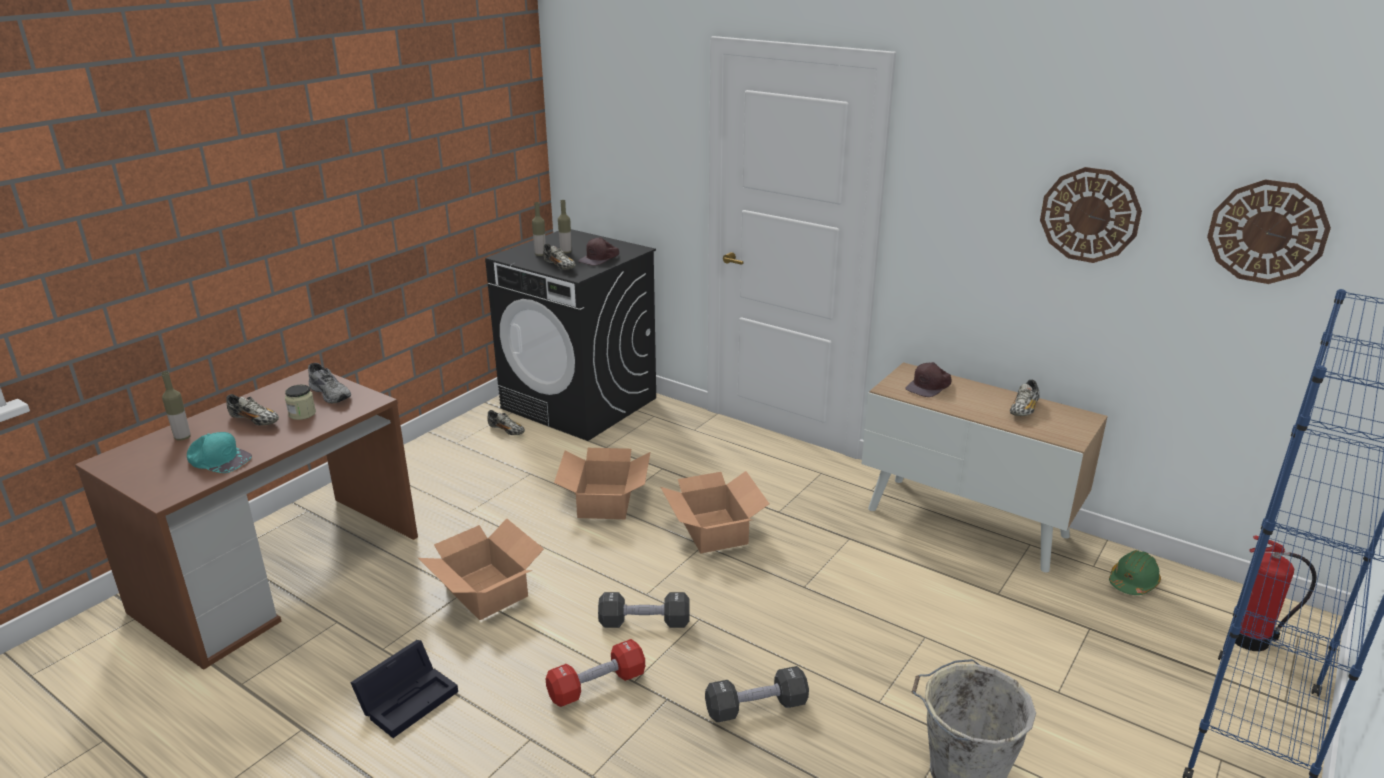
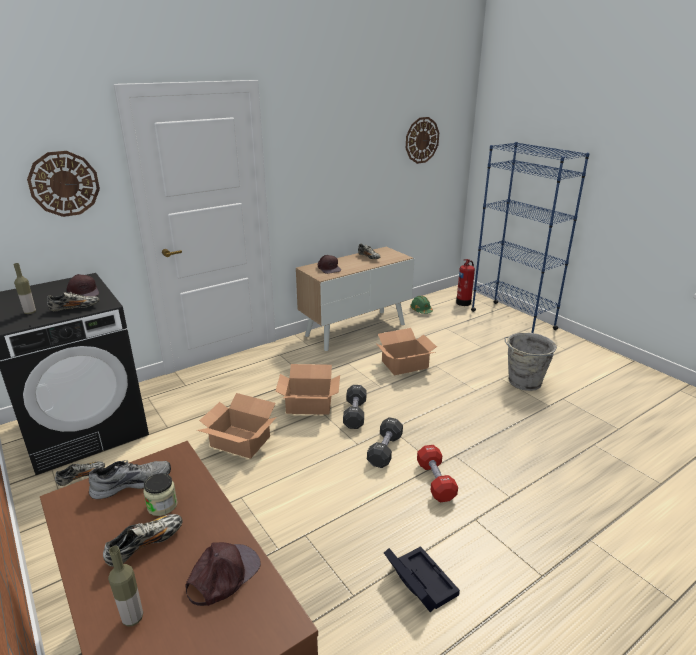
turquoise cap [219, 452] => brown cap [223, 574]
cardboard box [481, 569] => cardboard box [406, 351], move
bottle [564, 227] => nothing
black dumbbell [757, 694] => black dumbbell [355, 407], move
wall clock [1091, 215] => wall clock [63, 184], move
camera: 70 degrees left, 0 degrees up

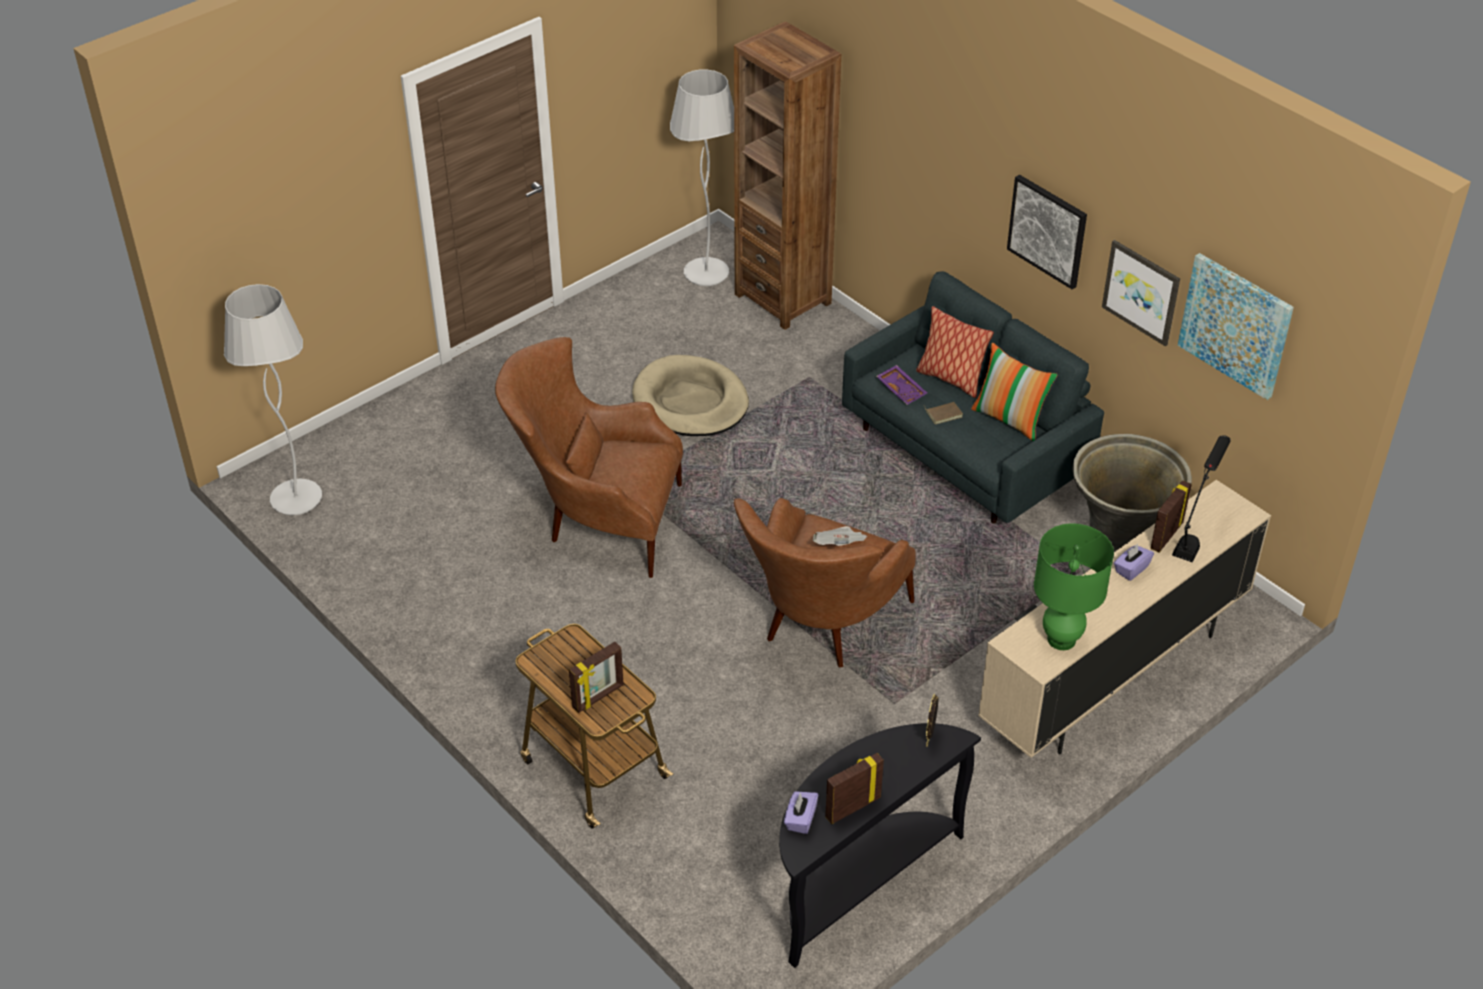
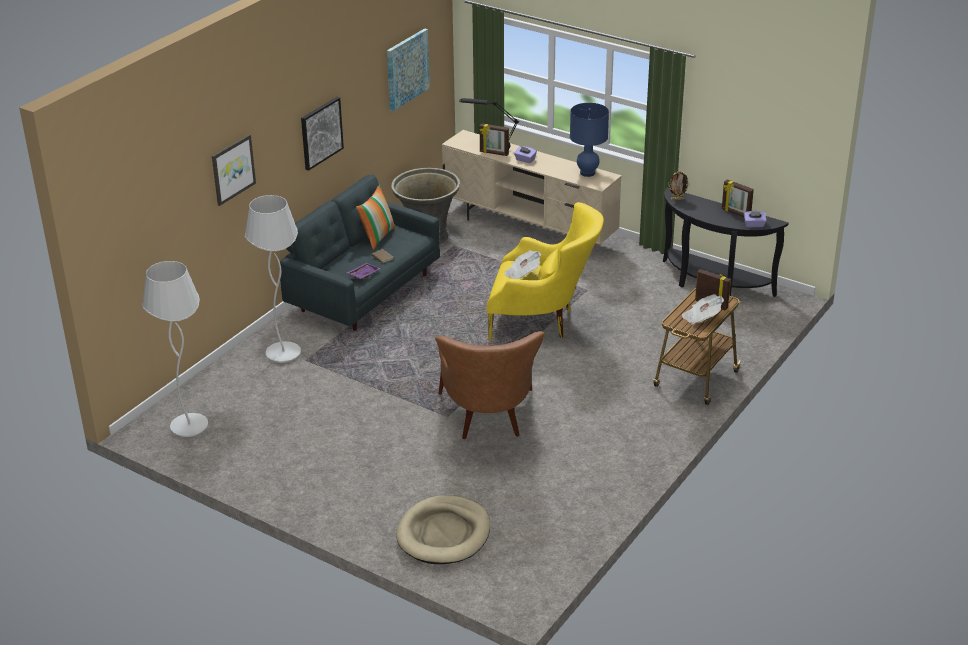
white floor lamp [273, 399] => white floor lamp [273, 279], move
beige dog bed [690, 395] => beige dog bed [443, 529], move
brown bookcase [787, 175] => nothing
brown armchair [825, 583] => yellow armchair [545, 271]
pillow [955, 352] => nothing
green table lamp [1074, 586] => blue table lamp [589, 140]
picture [1141, 293] => picture [234, 170], move
nothing => newspaper [703, 309]
camera: 105 degrees left, 10 degrees down

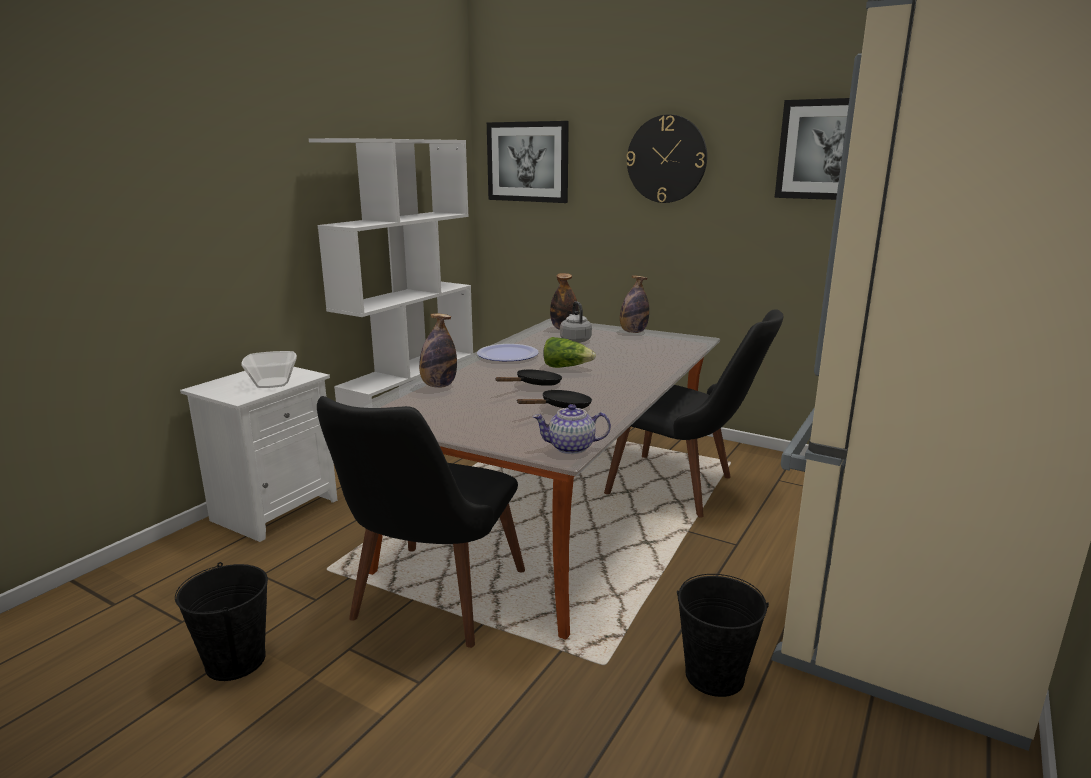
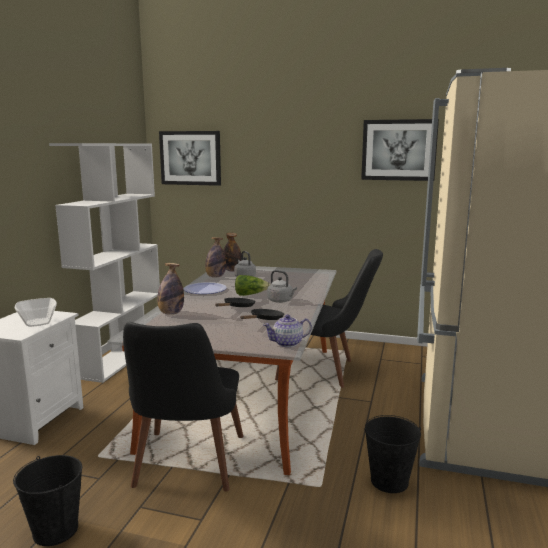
bottle [634, 304] => bottle [215, 257], move
wall clock [667, 159] => nothing
nothing => grey kettle [282, 286]
camera: 15 degrees left, 5 degrees down

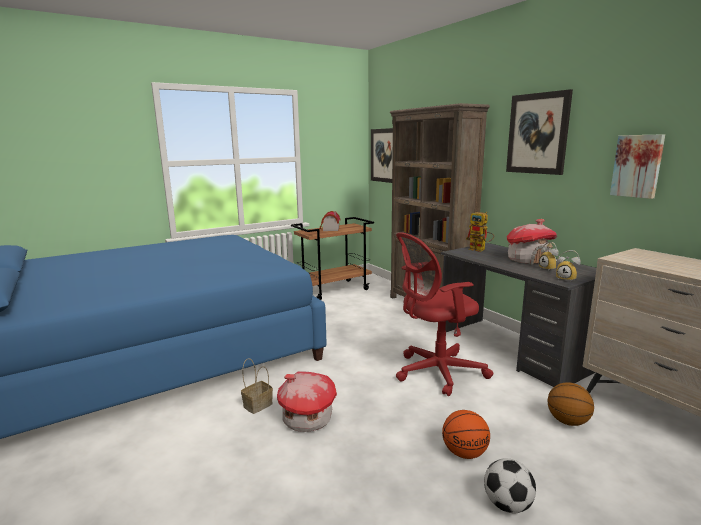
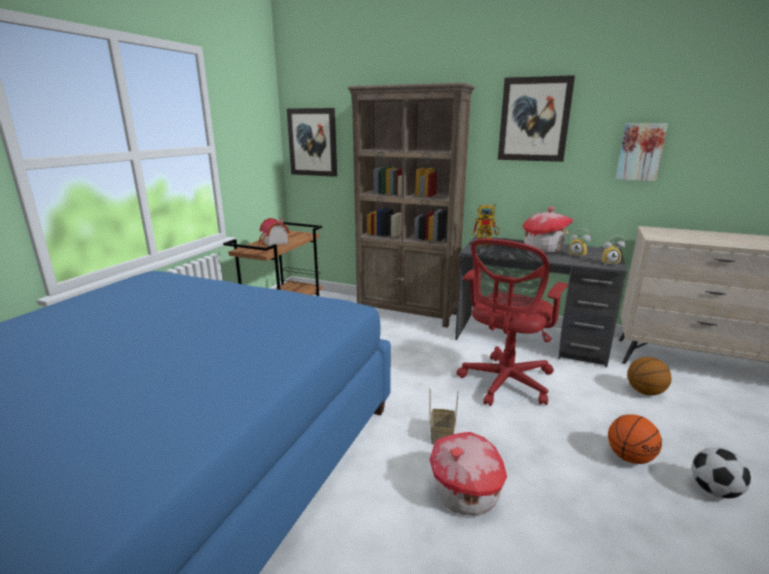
basket [257, 386] => basket [444, 416], move
camera: 35 degrees left, 5 degrees up

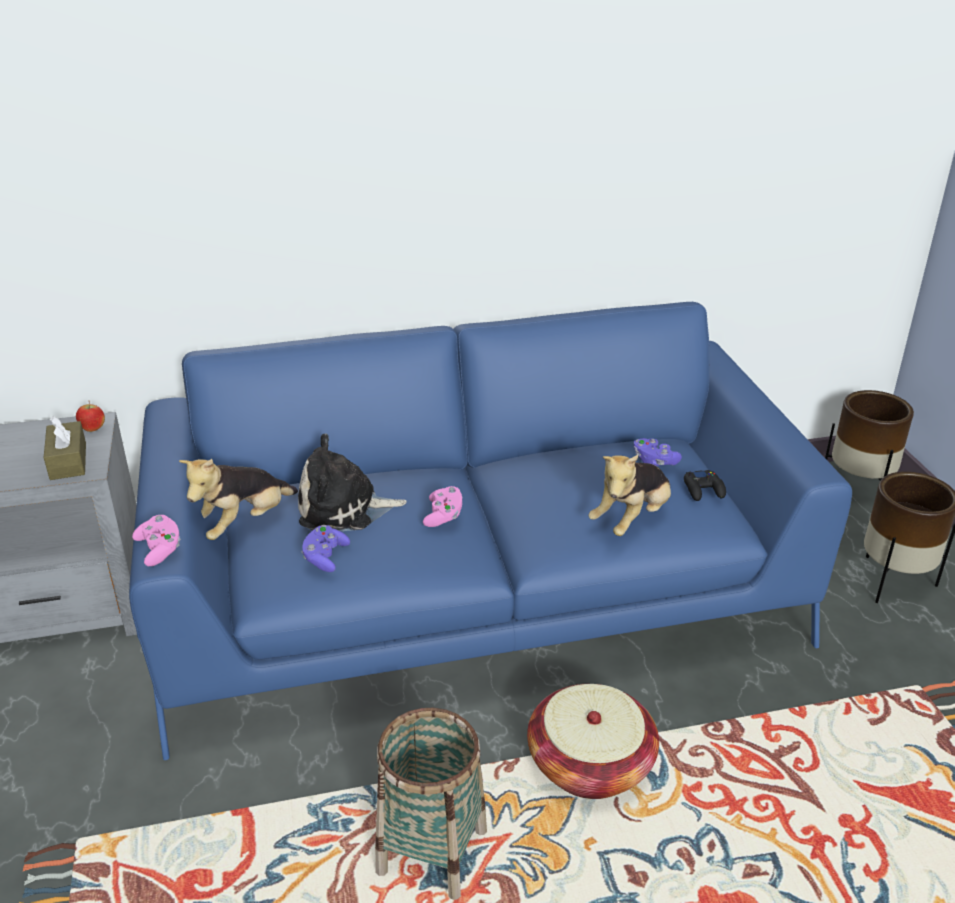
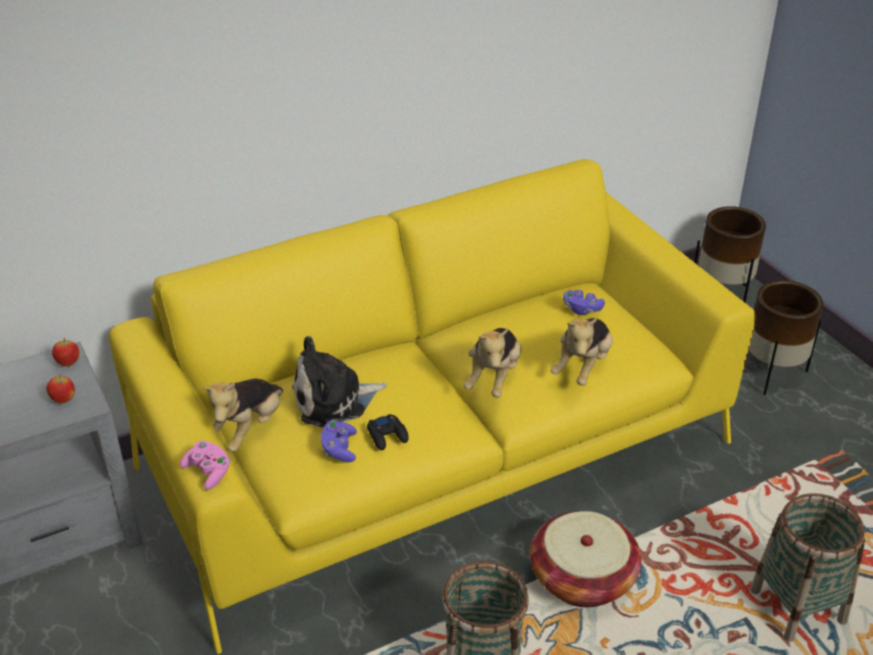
brown tissue box [65, 447] => apple [60, 390]
blue sofa [490, 531] => yellow sofa [432, 406]
pink game controller [442, 506] => nothing
black game controller [705, 485] => black game controller [388, 432], move
nothing => plush toy [492, 363]
nothing => basket [807, 567]
camera: 15 degrees left, 5 degrees up

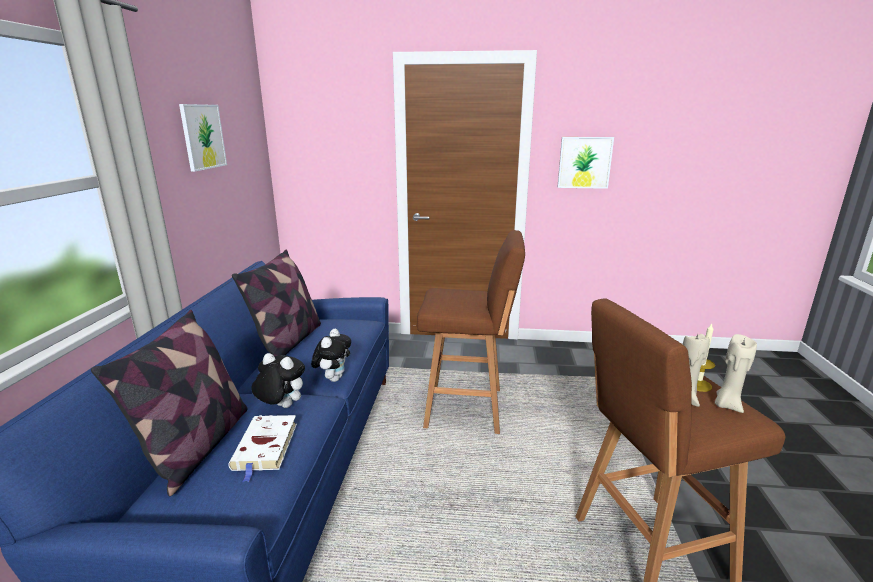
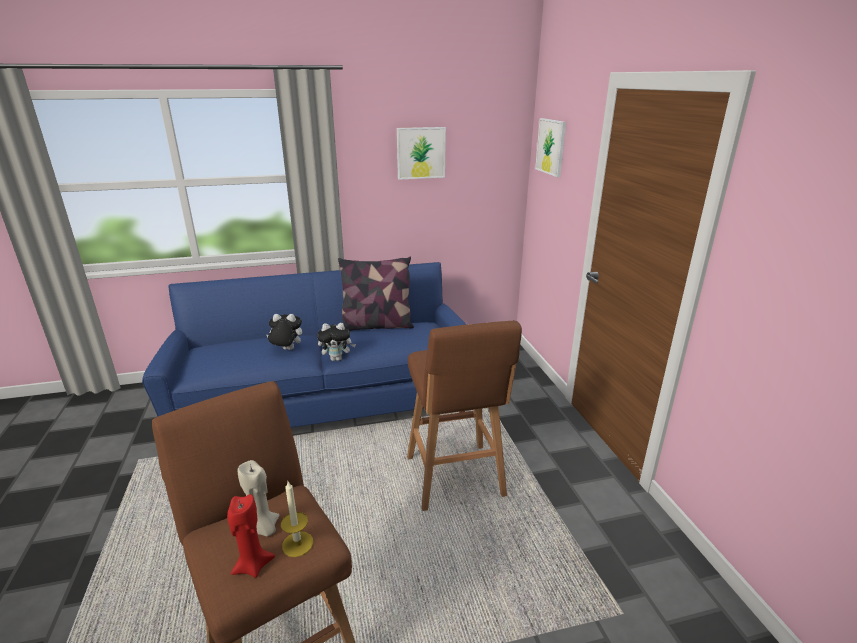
pillow [169, 403] => nothing
white book [262, 448] => nothing
plush toy [278, 380] => plush toy [284, 332], 90 degrees counterclockwise
picture [586, 163] => picture [550, 147], move
beige candle [736, 373] => red candle [251, 536]
camera: 70 degrees right, 5 degrees up

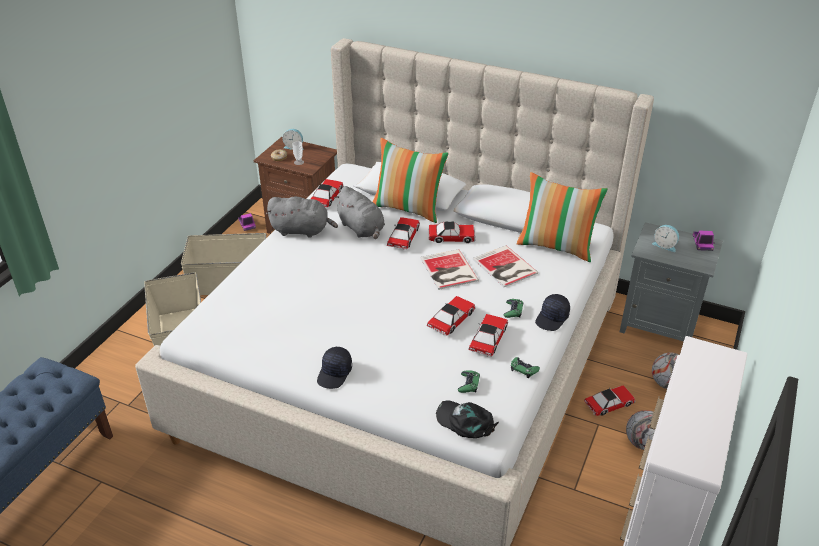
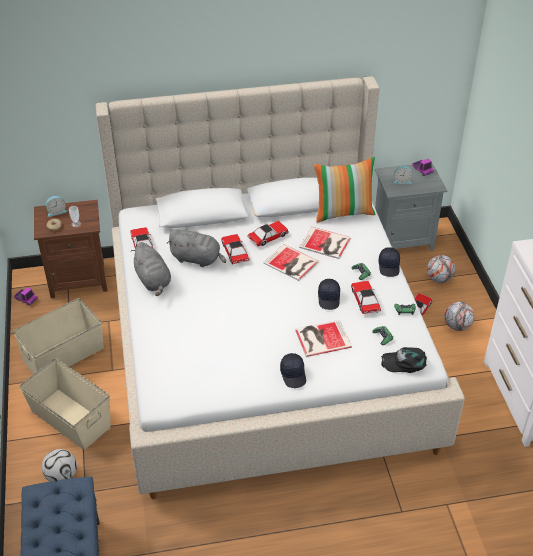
grey plush toy [302, 217] => grey plush toy [151, 269], 90 degrees clockwise
pillow [411, 180] => nothing
toy car [451, 316] => black cap [329, 294]
nothing => football [59, 465]
nothing => book [323, 338]
camera: 35 degrees left, 5 degrees up

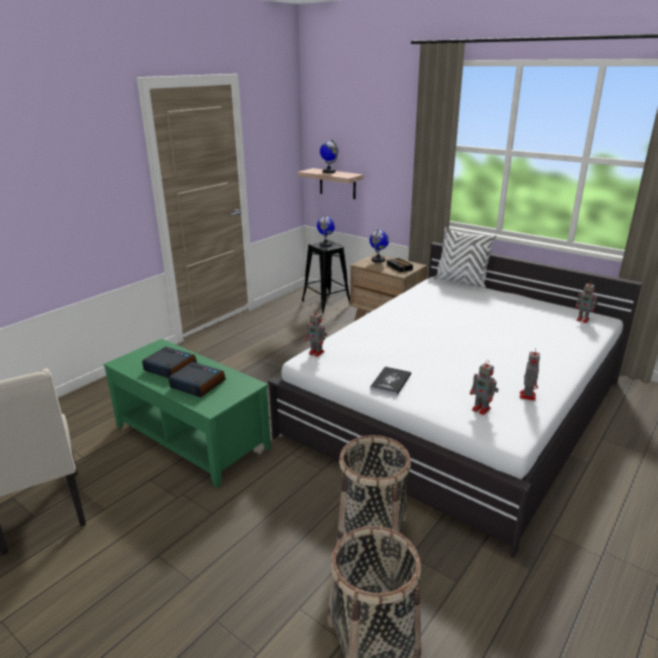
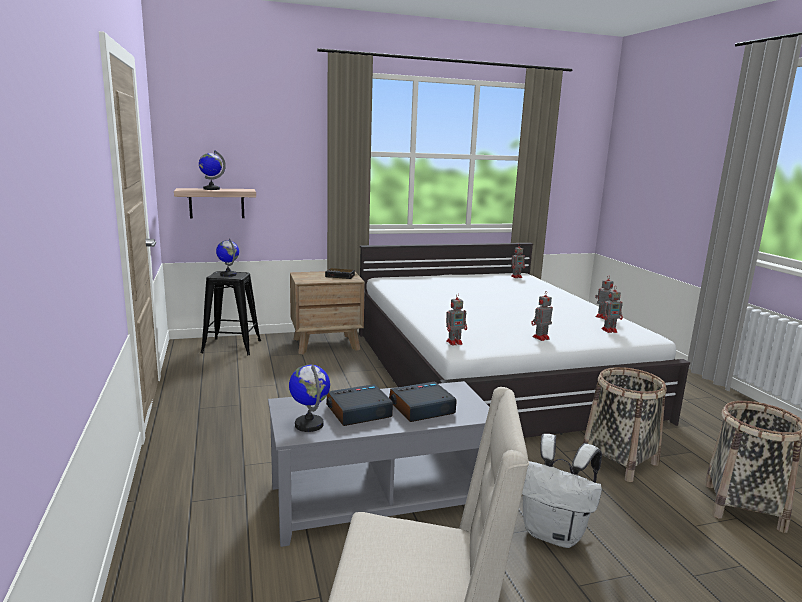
green coffee table [187, 413] => grey coffee table [378, 464]
globe [379, 246] => globe [309, 398], move
book [390, 381] => toy robot [542, 316]
white pillow [465, 257] => nothing
nothing => white backpack [562, 491]
camera: 55 degrees left, 10 degrees down

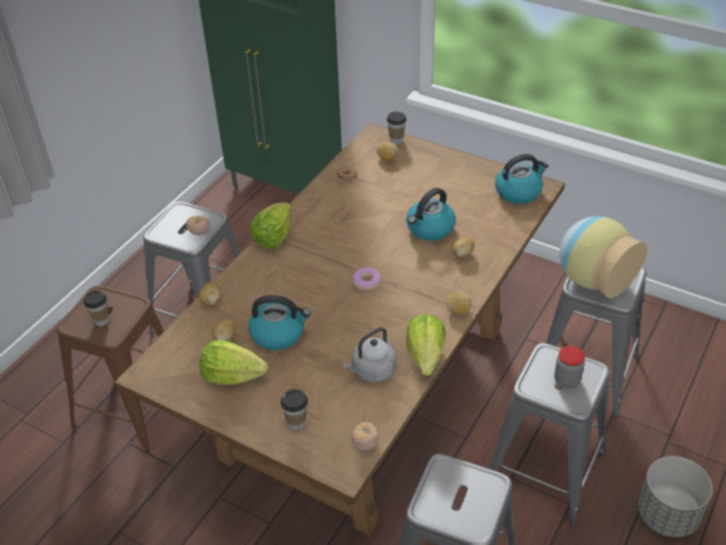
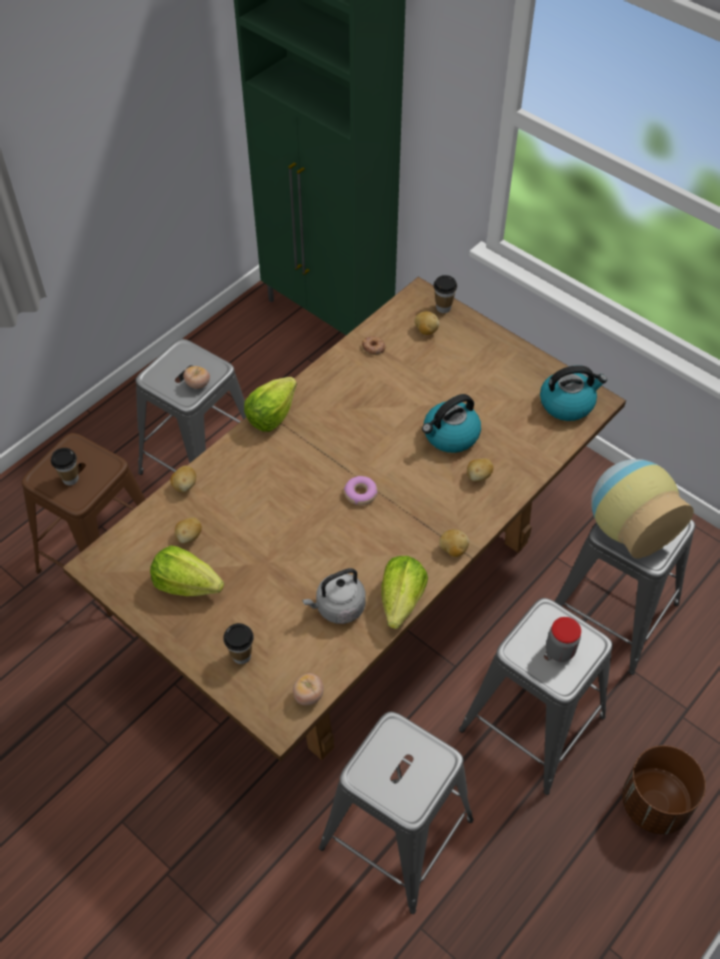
kettle [280, 322] => nothing
grey planter [675, 497] => brown planter [664, 789]
camera: 10 degrees right, 10 degrees up

